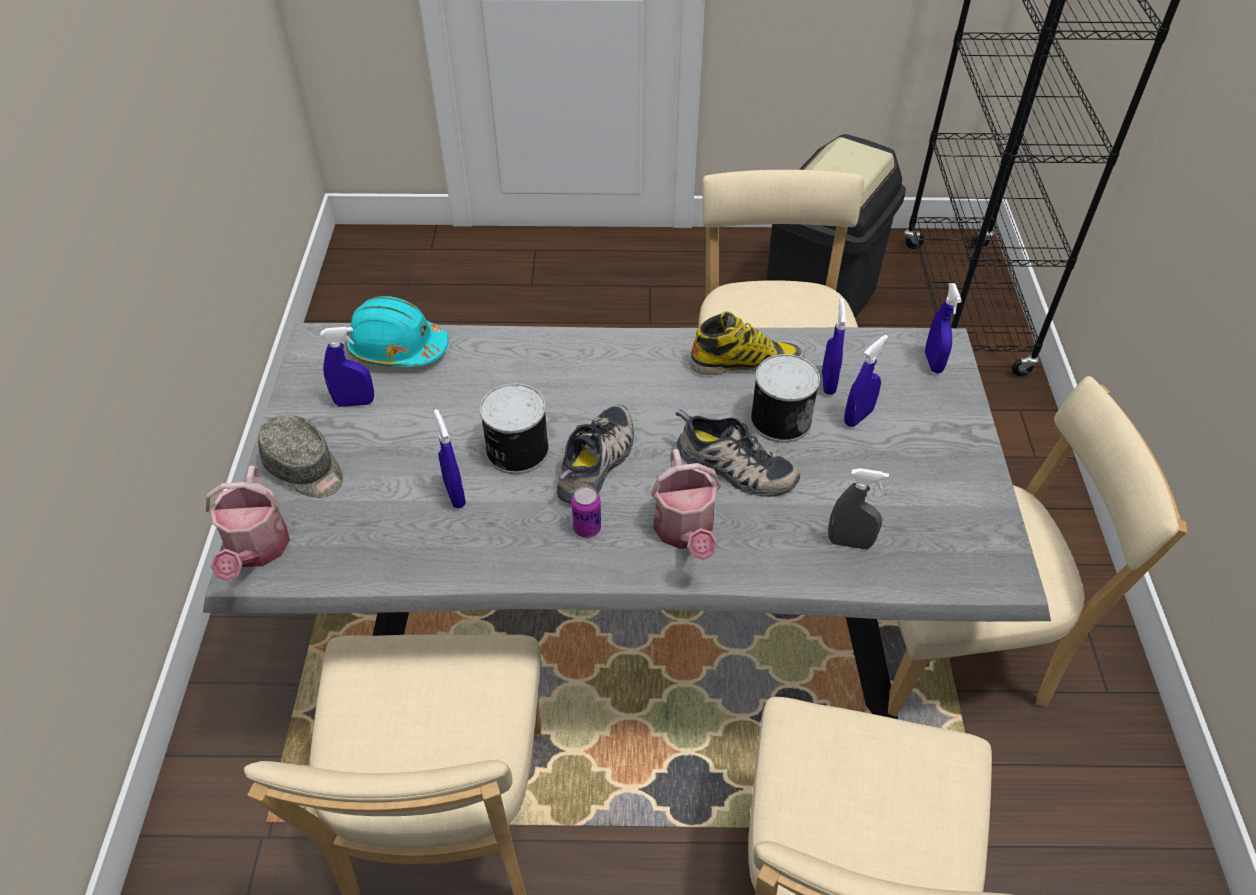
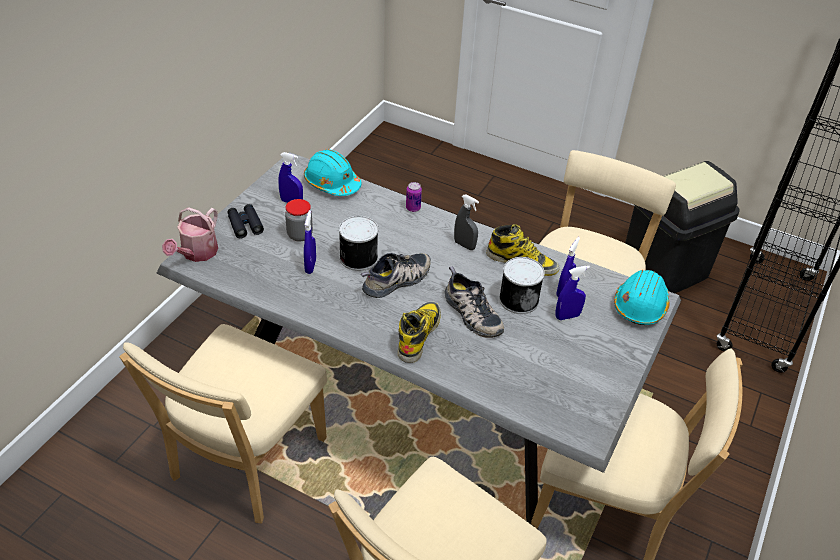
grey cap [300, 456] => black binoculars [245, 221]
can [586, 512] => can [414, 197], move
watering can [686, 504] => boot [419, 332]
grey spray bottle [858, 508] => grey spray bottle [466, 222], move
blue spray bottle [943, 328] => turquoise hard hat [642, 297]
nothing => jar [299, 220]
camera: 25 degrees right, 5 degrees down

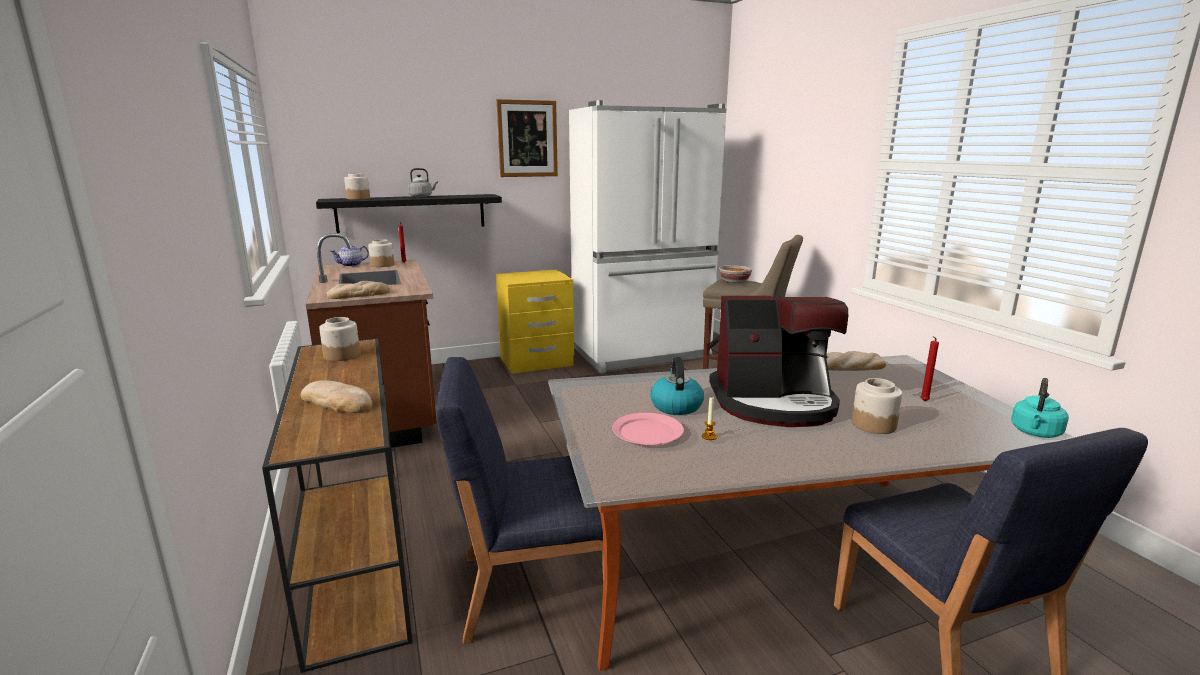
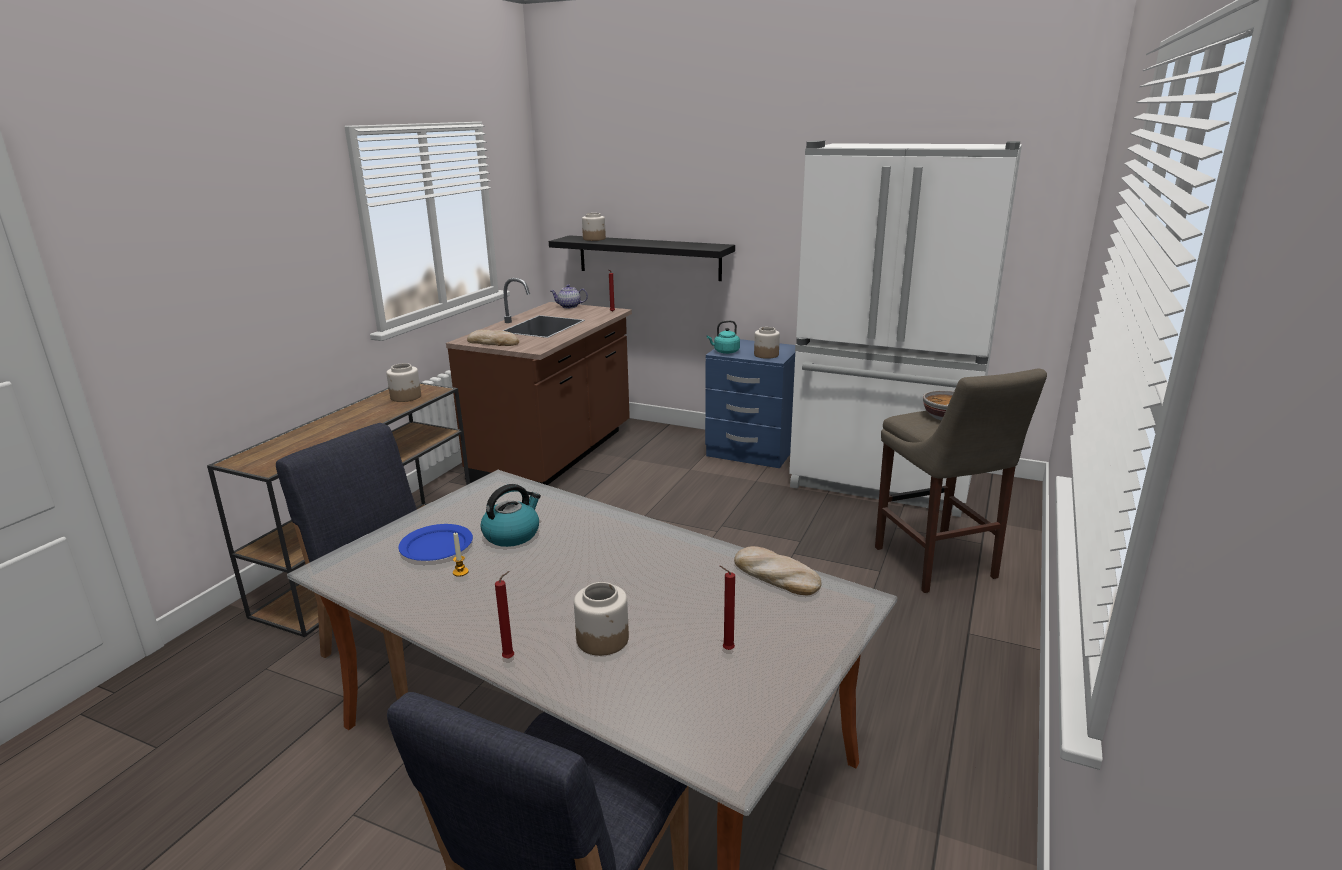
bread [336, 396] => nothing
jar [381, 253] => jar [767, 343], move
grey kettle [423, 182] => nothing
yellow nightstand [535, 321] => blue nightstand [750, 403]
picture [527, 138] => nothing
pink plate [648, 429] => blue plate [435, 542]
coffee machine [778, 361] => nothing
turquoise kettle [1040, 408] => turquoise kettle [723, 337], move
nothing => red candle [504, 615]
camera: 45 degrees right, 5 degrees up

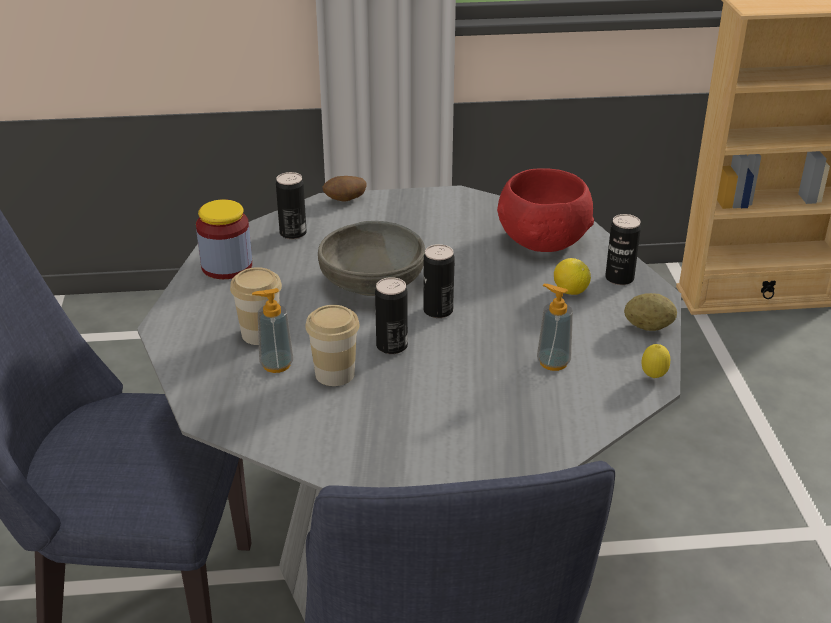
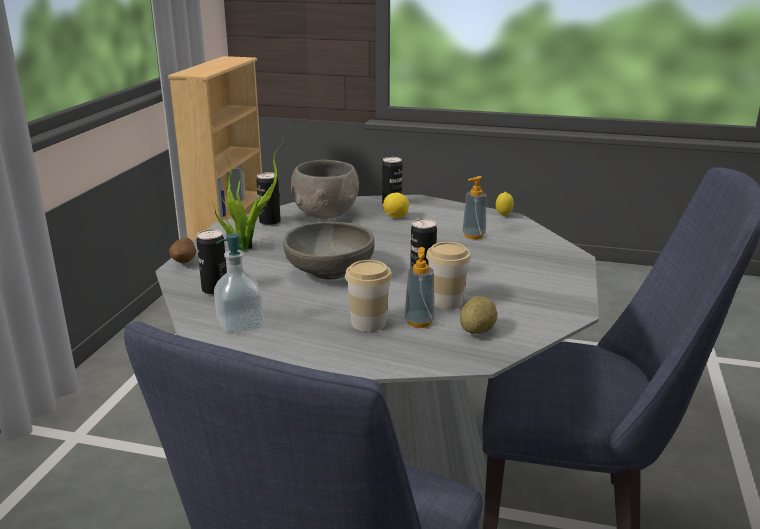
jar [224, 239] => soap dispenser [238, 283]
can [439, 281] => can [268, 199], move
red bowl [545, 210] => grey bowl [325, 189]
potato [650, 312] => potato [478, 315], move
nothing => potted plant [248, 196]
camera: 70 degrees left, 10 degrees down

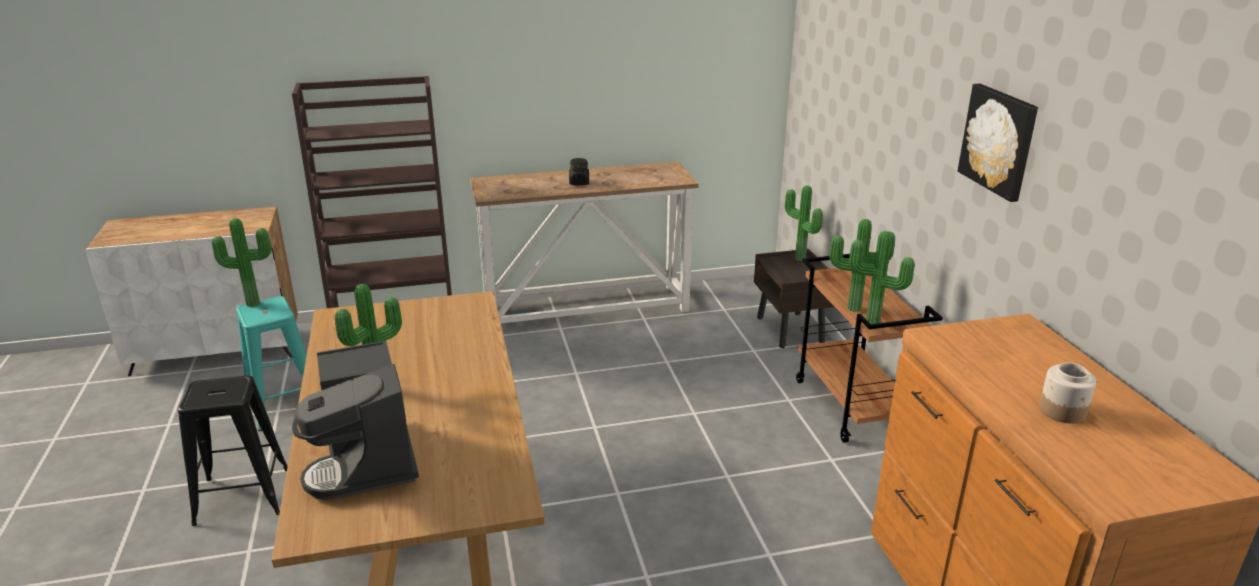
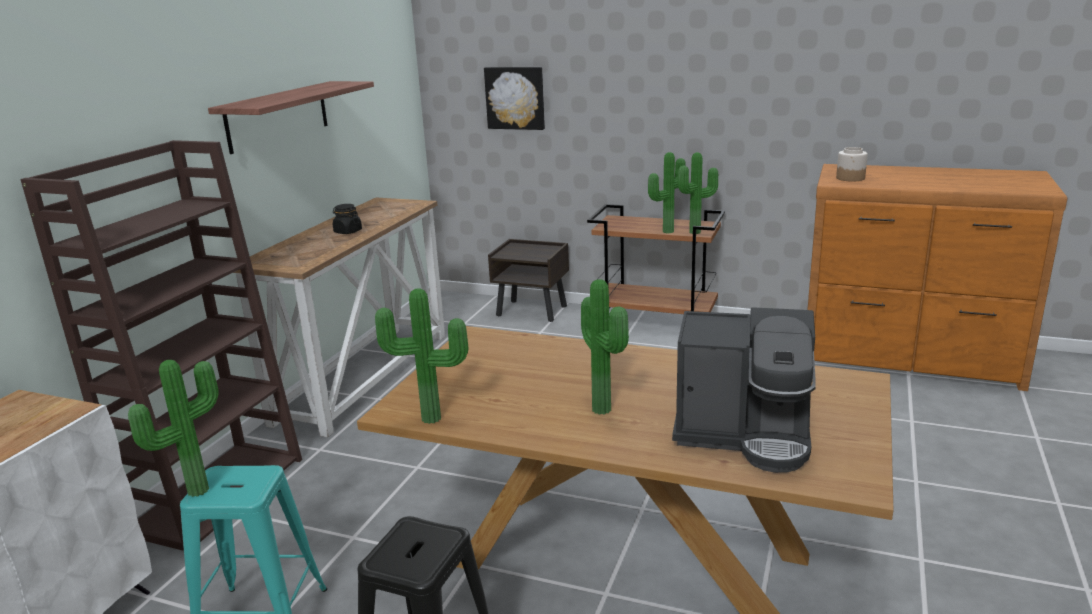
potted plant [804, 223] => potted plant [421, 356], move
picture [998, 143] => picture [514, 98], move
jar [1067, 393] => jar [852, 164], move
nothing => shelf [291, 117]
camera: 55 degrees left, 5 degrees down

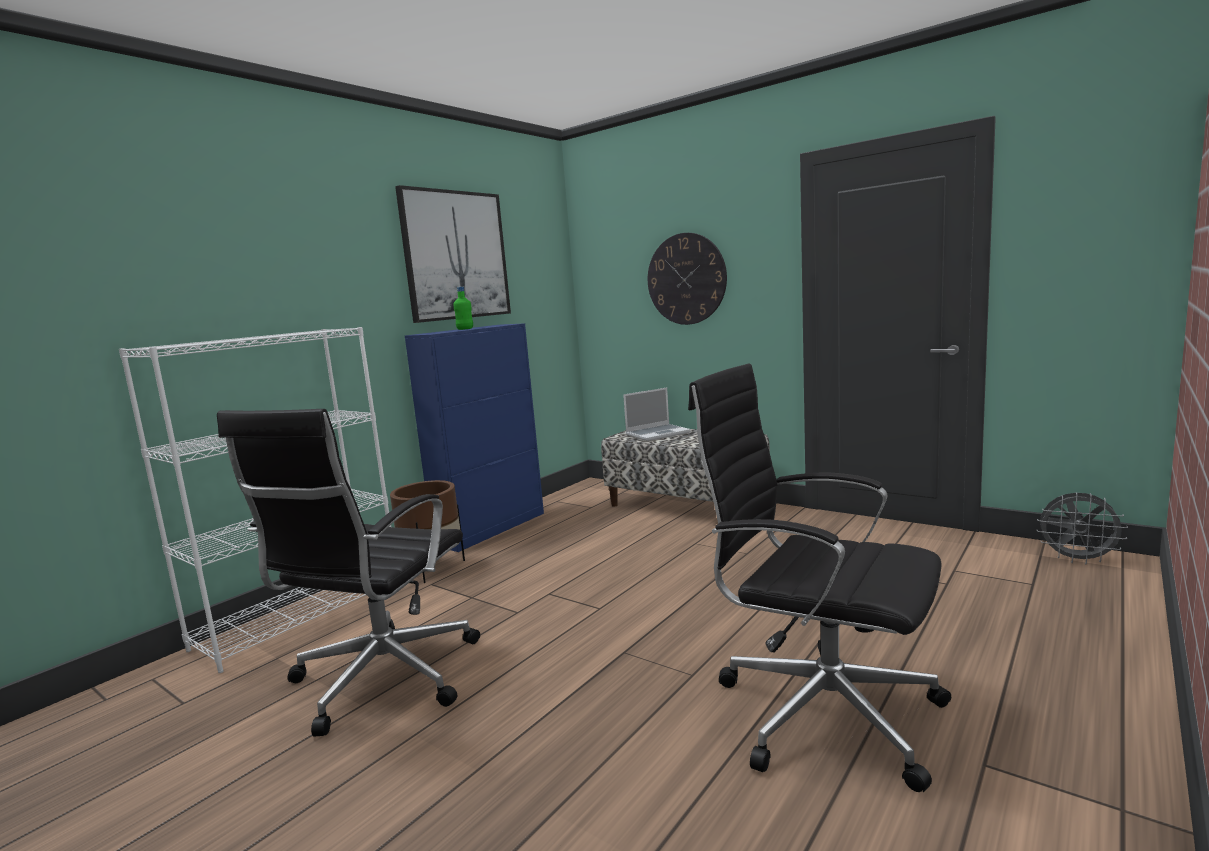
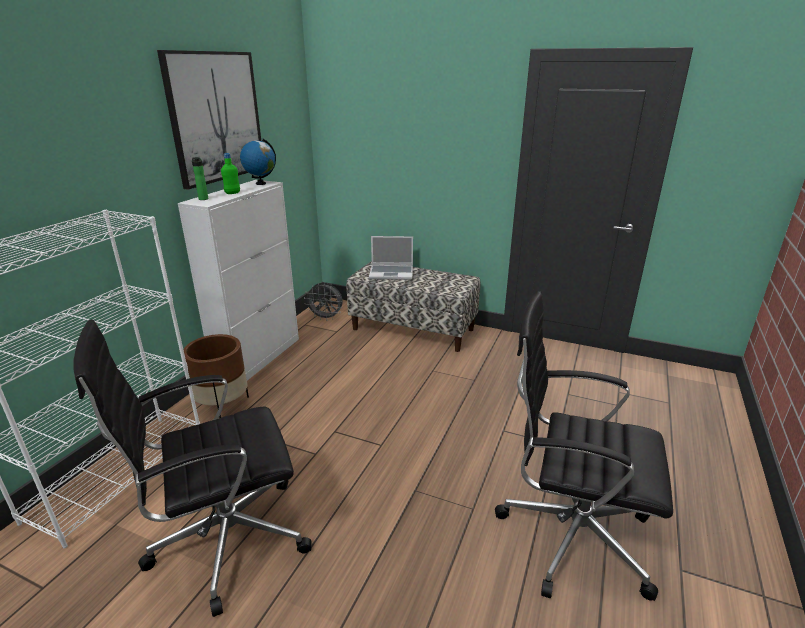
black office chair [348, 572] => black office chair [192, 468], 60 degrees clockwise
blue cabinet [474, 437] => white cabinet [238, 280]
laptop [657, 414] => laptop [391, 258], 45 degrees clockwise
wall clock [687, 279] => nothing
grey fan [1082, 528] => grey fan [323, 302], move
nothing => bottle [200, 178]
nothing => globe [258, 162]
camera: 15 degrees left, 15 degrees up

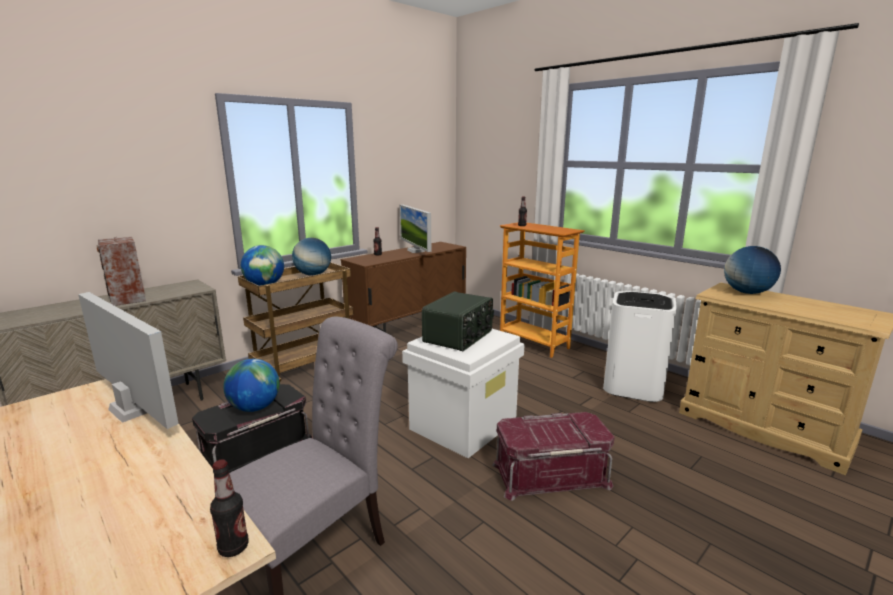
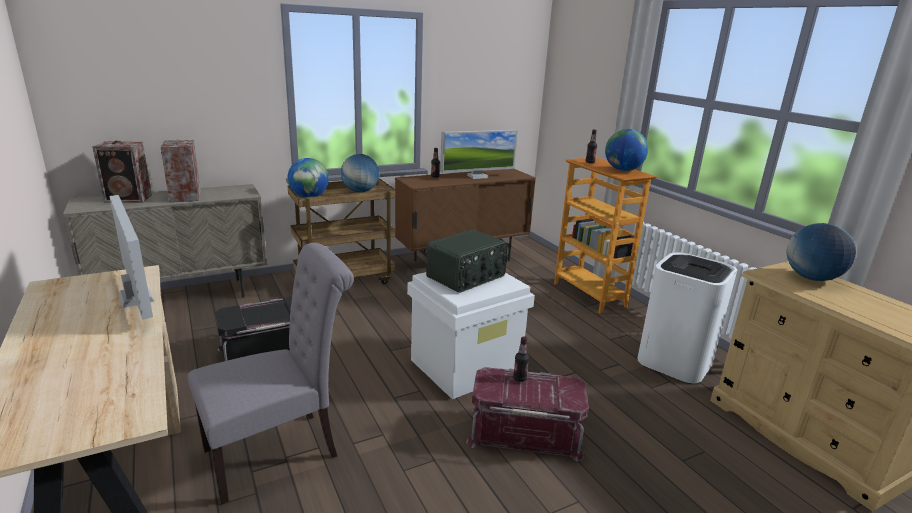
bottle [229, 508] => bottle [521, 359], move
globe [251, 385] => globe [626, 150], move
monitor [415, 229] => monitor [479, 154], 105 degrees counterclockwise
nothing => speaker [122, 171]
camera: 15 degrees right, 5 degrees up

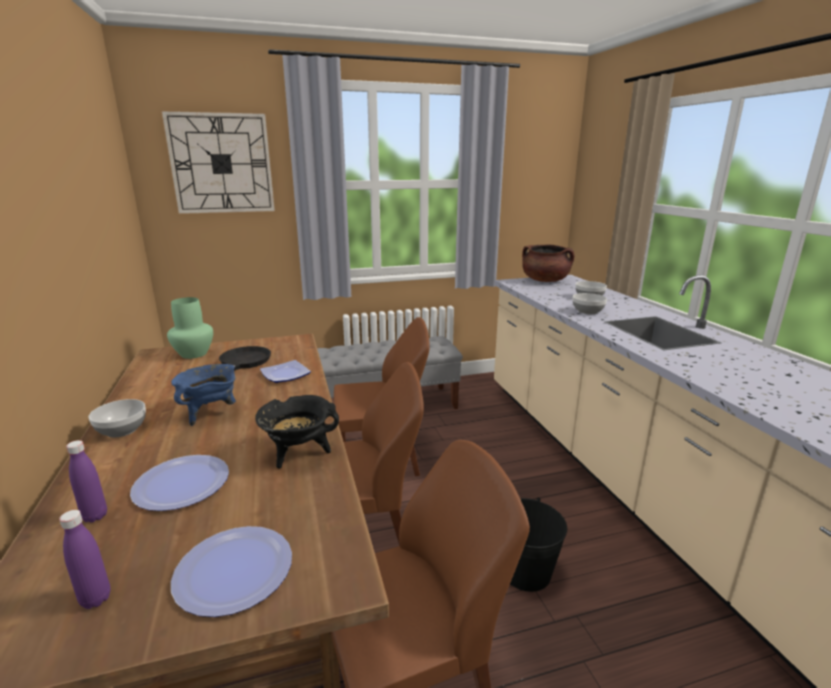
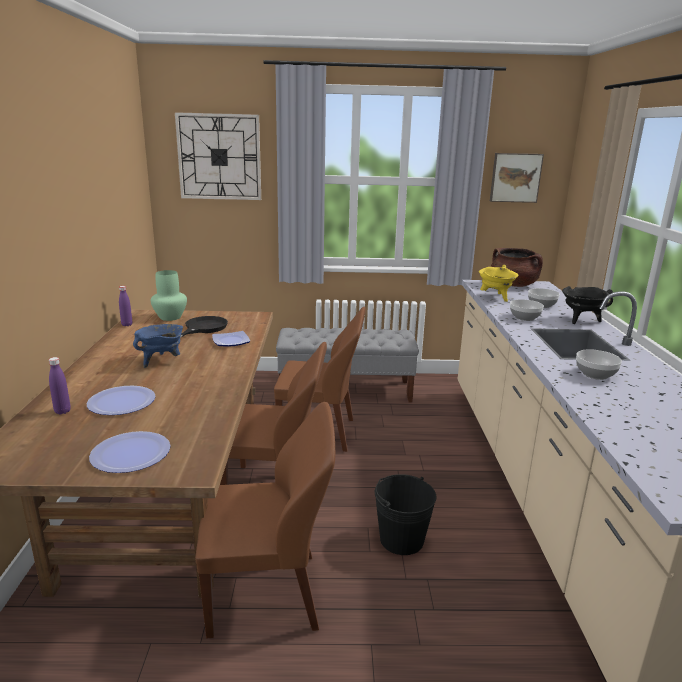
purple bottle [85, 559] => purple bottle [125, 306], move
bowl [117, 418] => bowl [599, 364], move
black cooking pot [297, 432] => black cooking pot [587, 305], move
nothing => yellow cooking pot [498, 283]
nothing => picture [517, 178]
camera: 15 degrees right, 0 degrees up

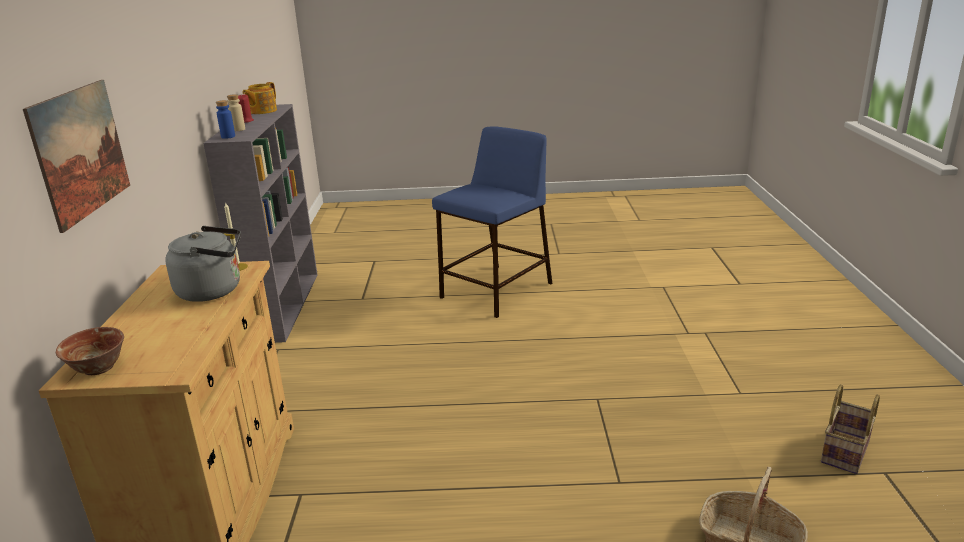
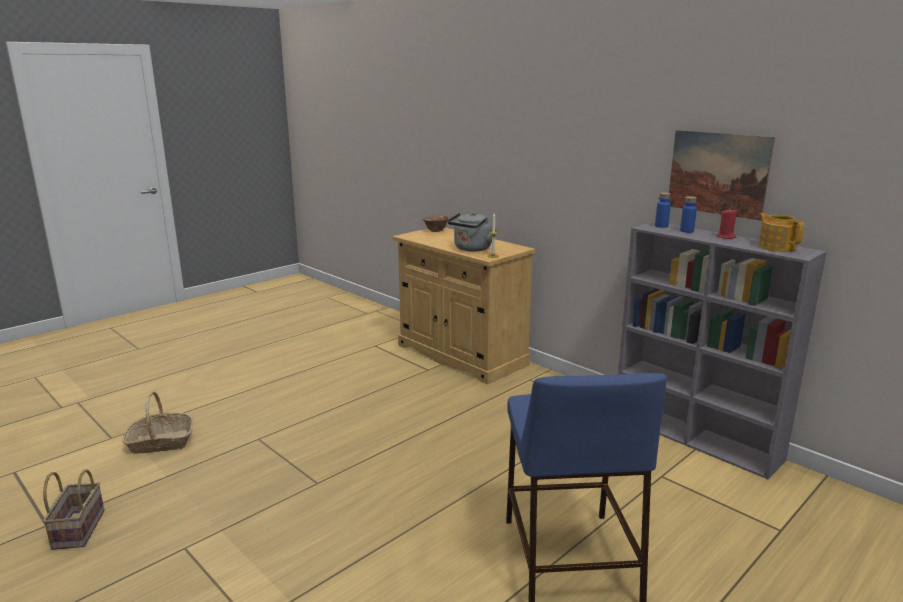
picture [76, 156] => picture [722, 175], move
beige bottle [236, 112] => blue bottle [688, 214]
camera: 135 degrees right, 5 degrees down

